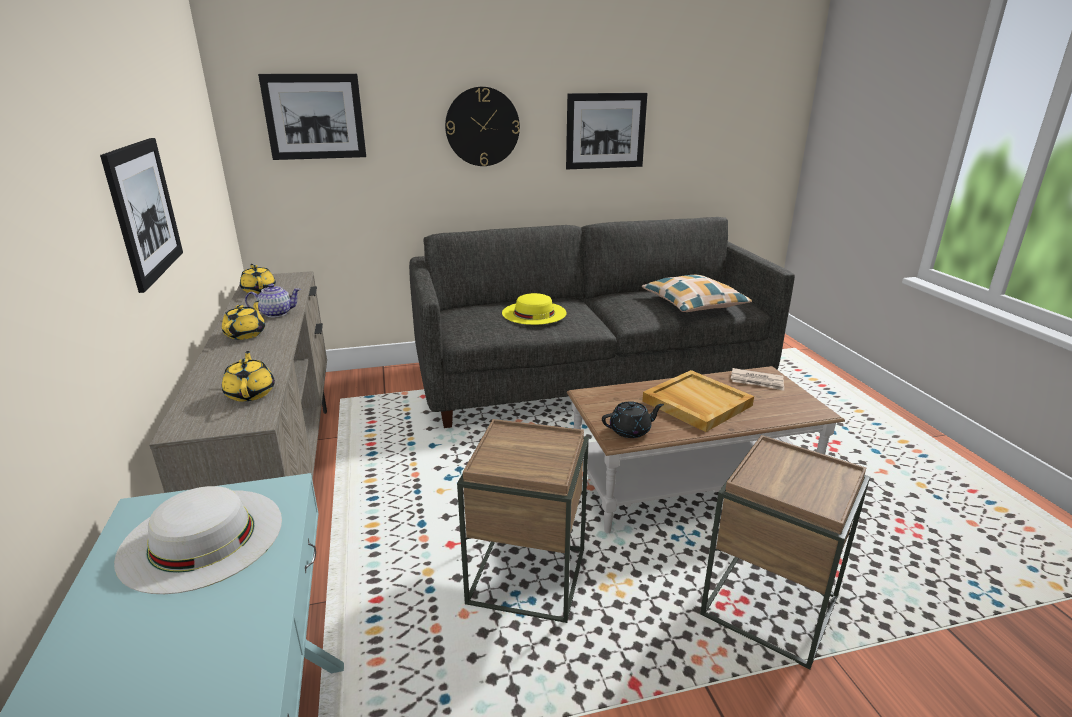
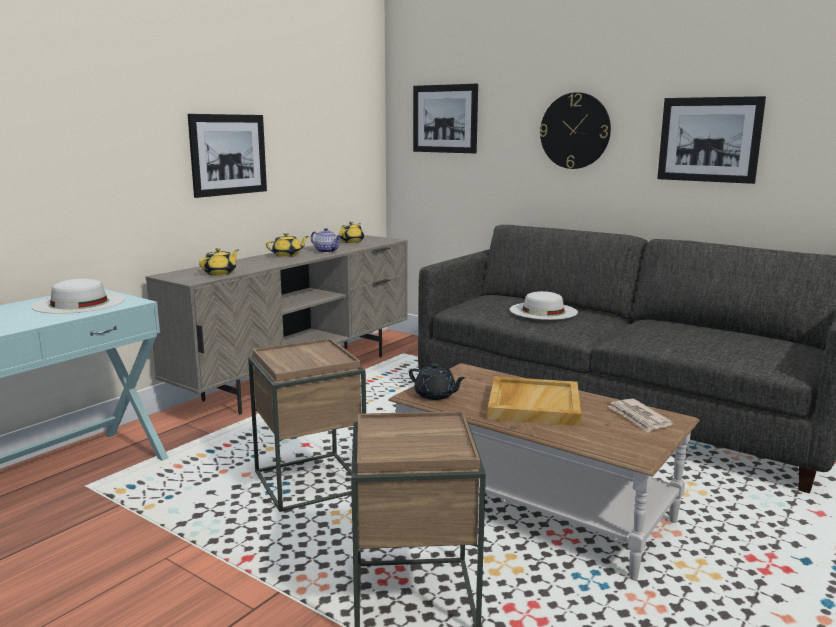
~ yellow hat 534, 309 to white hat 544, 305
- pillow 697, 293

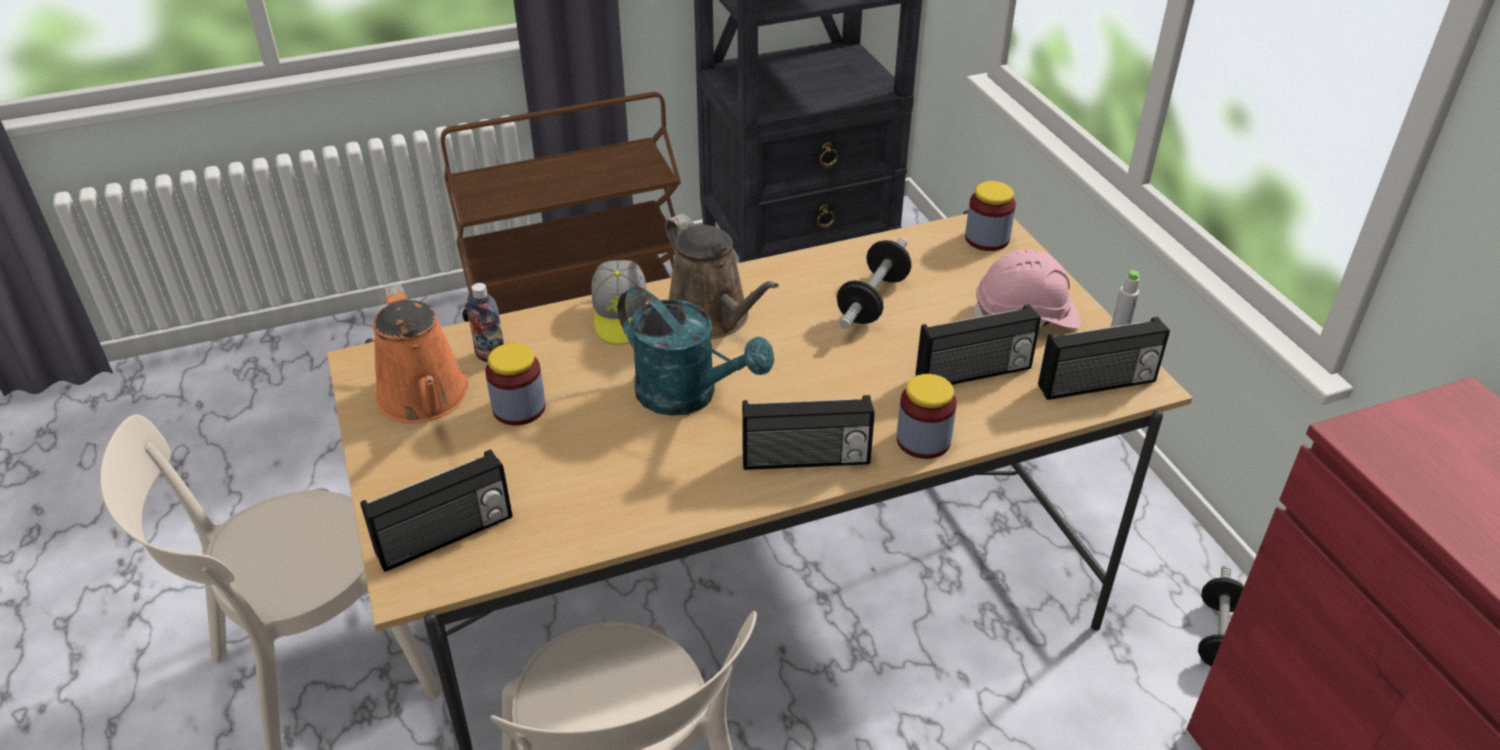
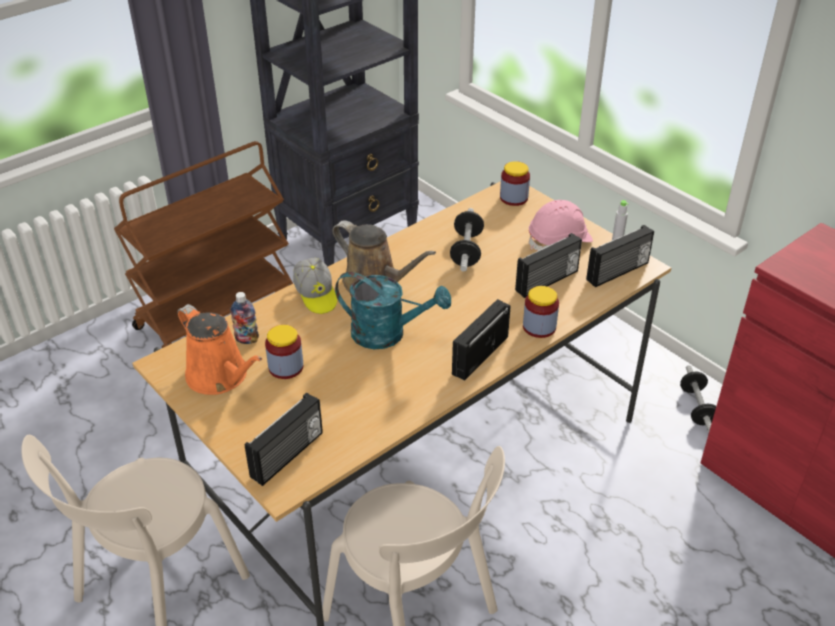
~ radio 808, 432 = 481, 340 150 degrees clockwise

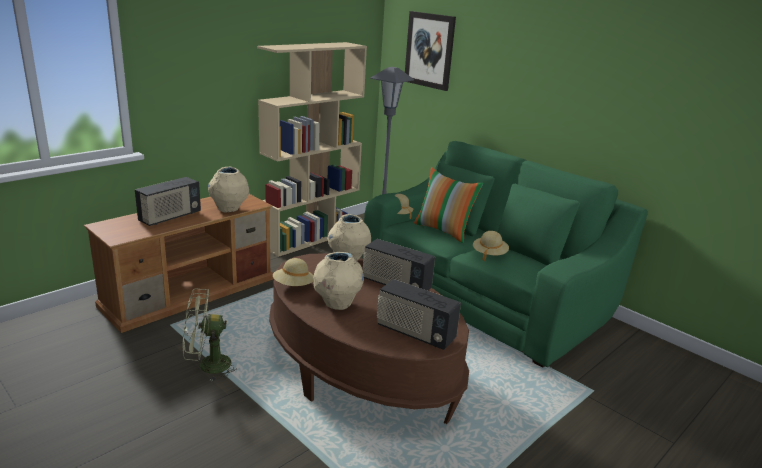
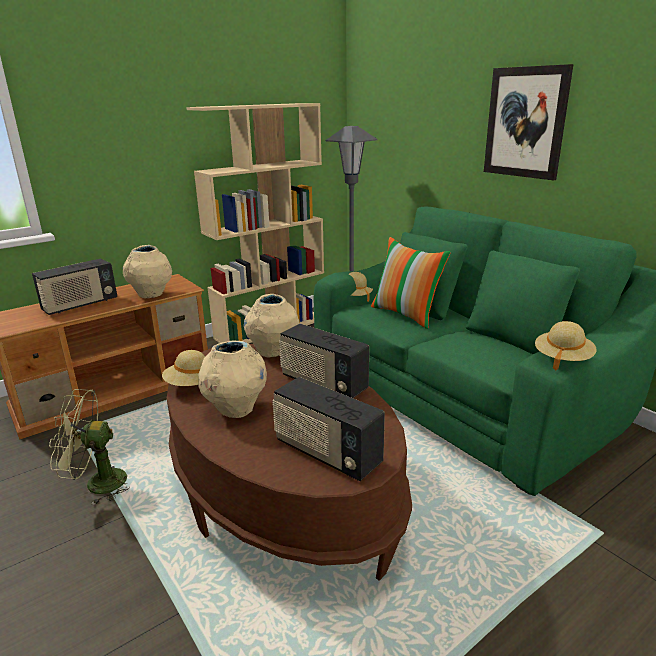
~ picture 430, 51 to 528, 122
~ beige hat 491, 246 to 566, 346

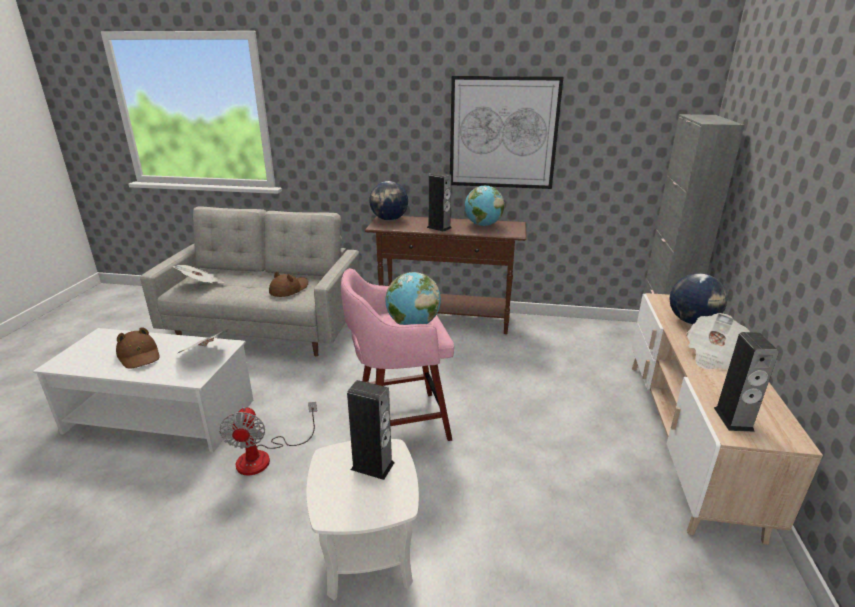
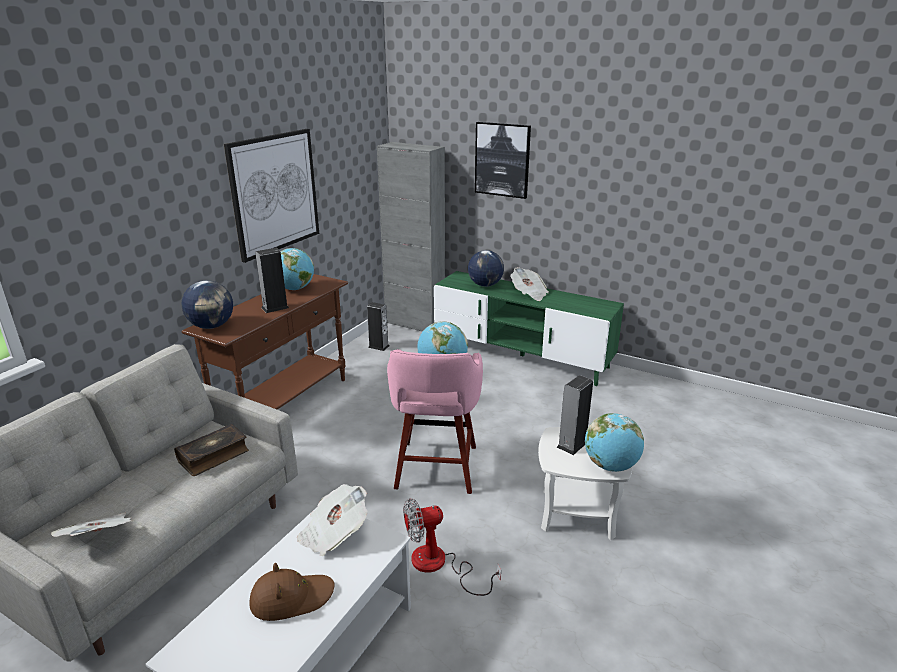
~ brown hat 288, 284 to book 211, 450
~ speaker 746, 382 to 378, 326
~ fan 268, 439 = 452, 547 150 degrees clockwise
~ beige tv stand 727, 419 to green tv stand 529, 328
+ picture 503, 160
+ globe 614, 442

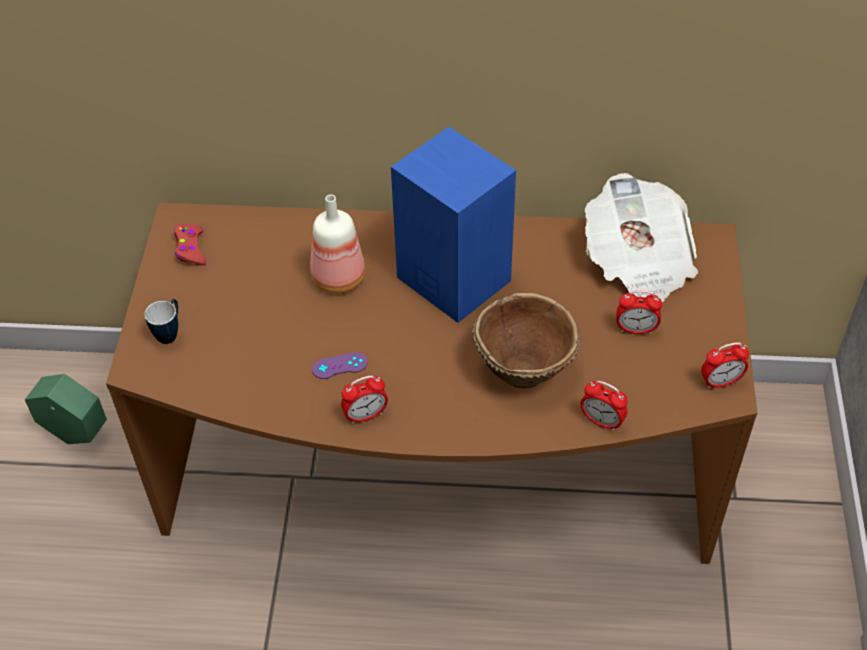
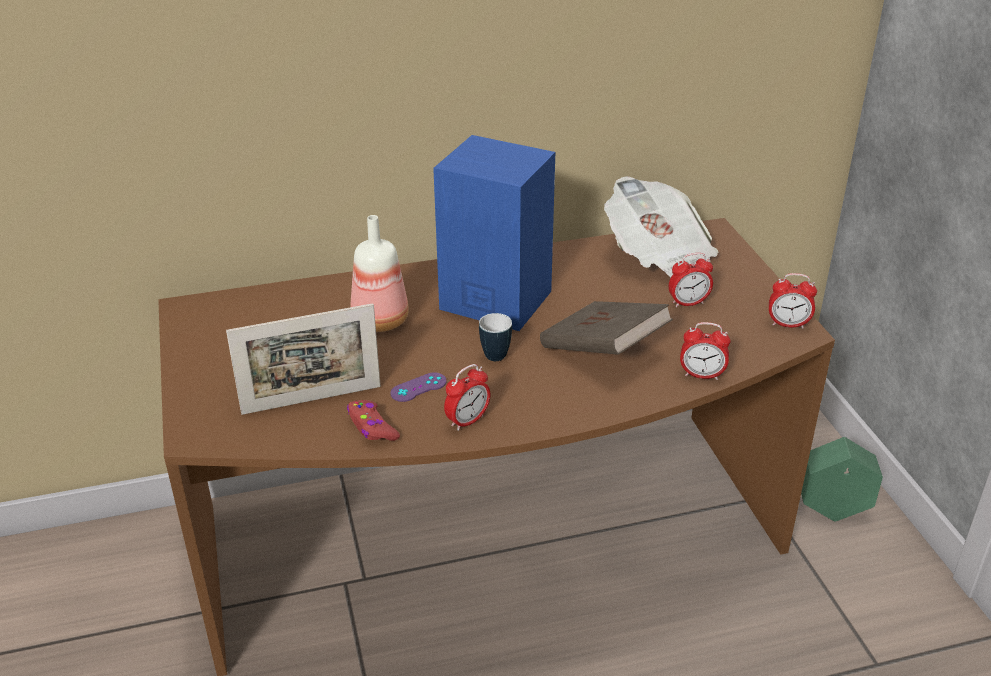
+ picture frame 303, 359
~ red game controller 190, 245 to 373, 420
~ mug 161, 321 to 495, 337
~ brown bowl 526, 341 to brown book 606, 328
~ alarm clock 725, 365 = 793, 300 45 degrees clockwise
~ green planter 66, 409 to 842, 479

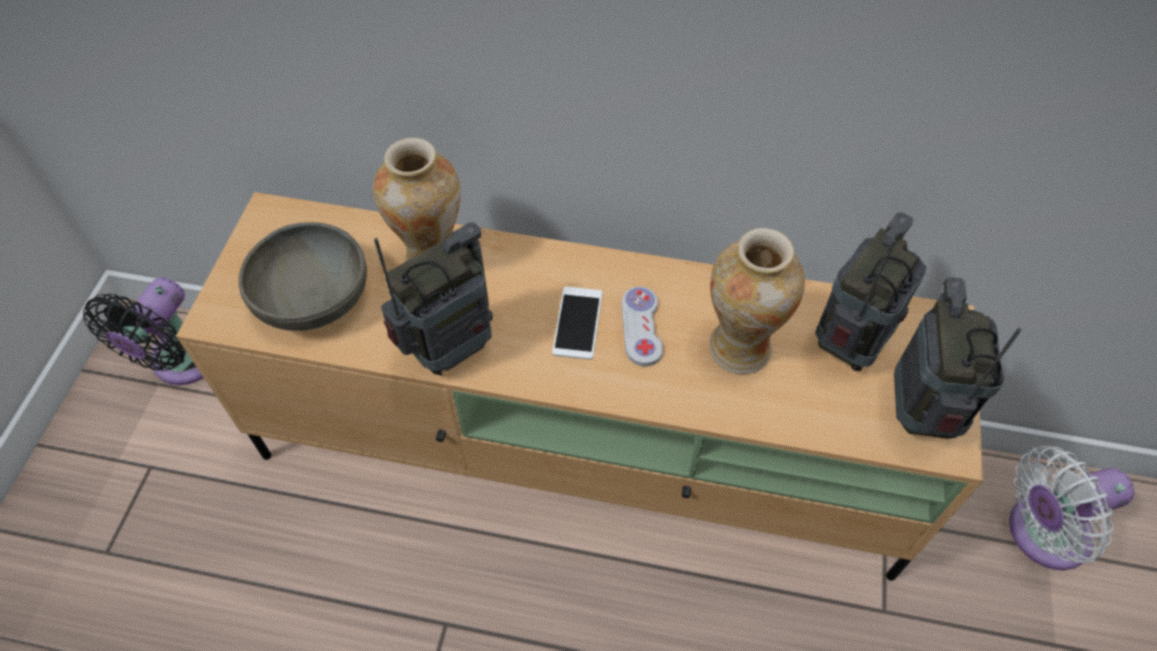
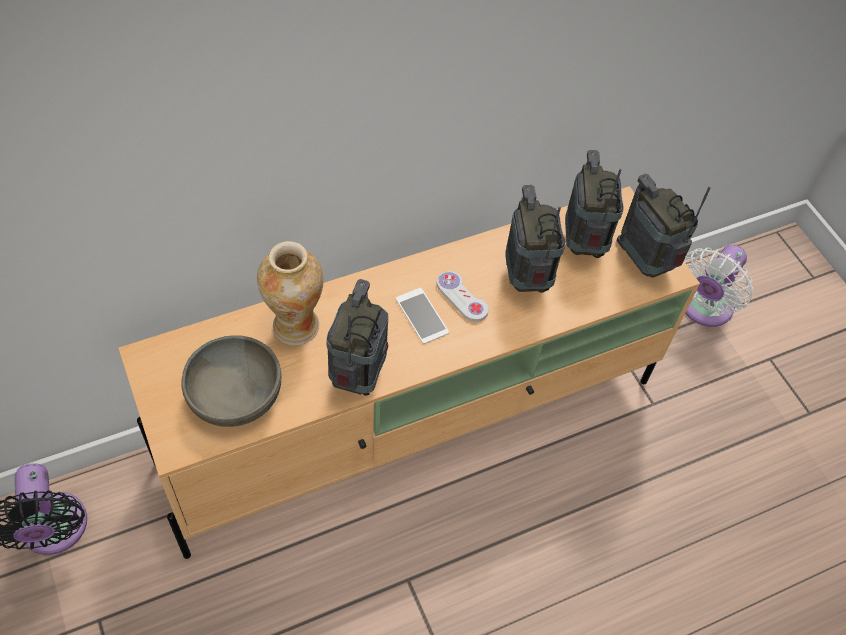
~ vase 757, 301 to radio 535, 239

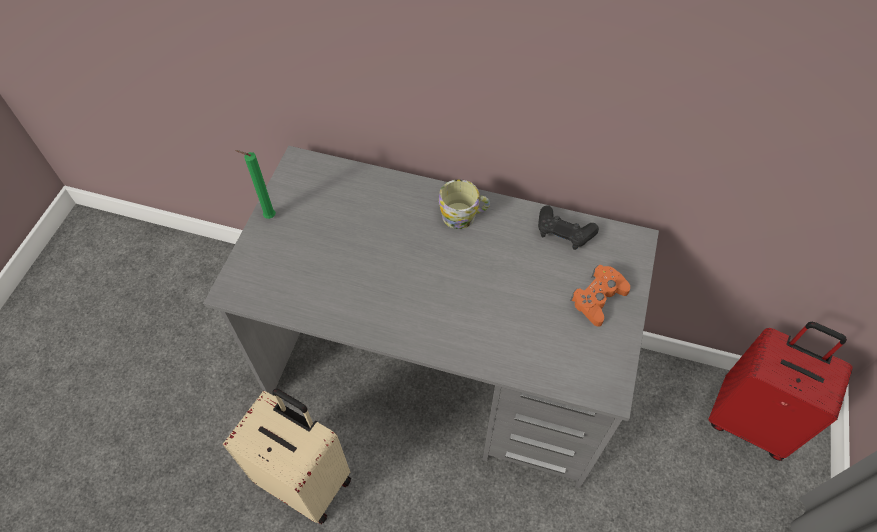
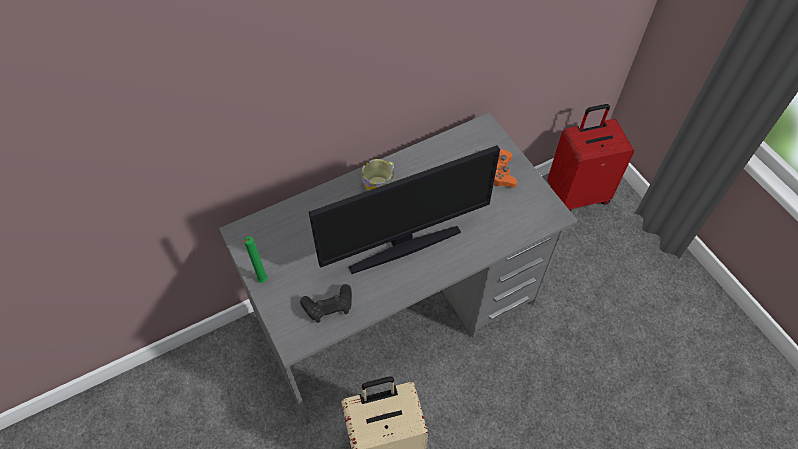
~ black game controller 568, 227 to 326, 303
+ monitor 404, 209

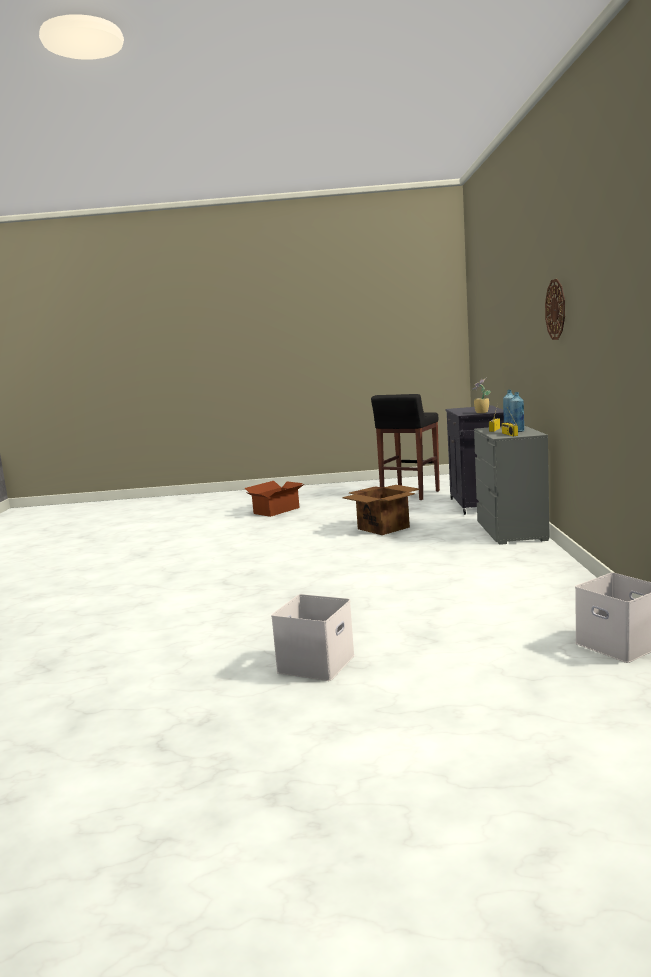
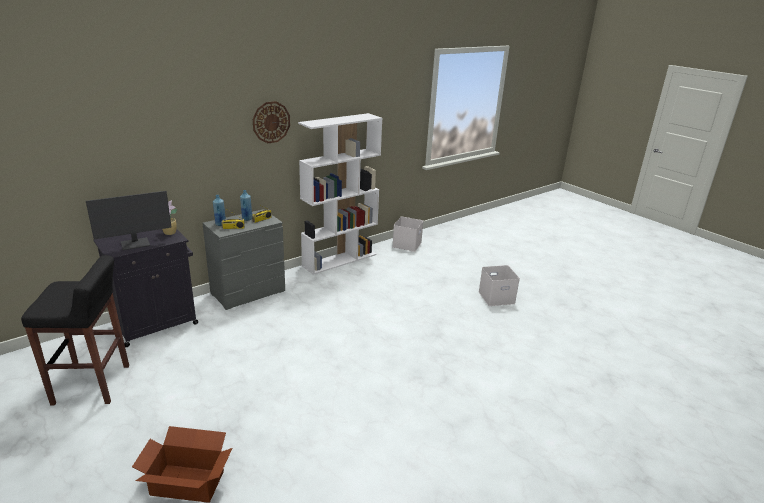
+ monitor 129, 220
+ white bookcase 340, 194
- cardboard box 381, 510

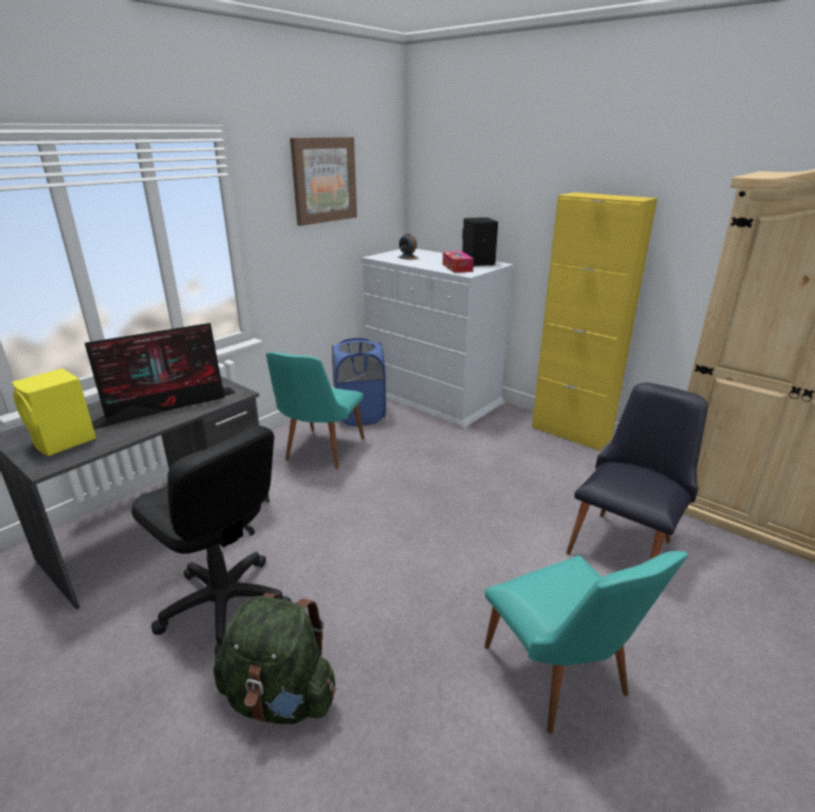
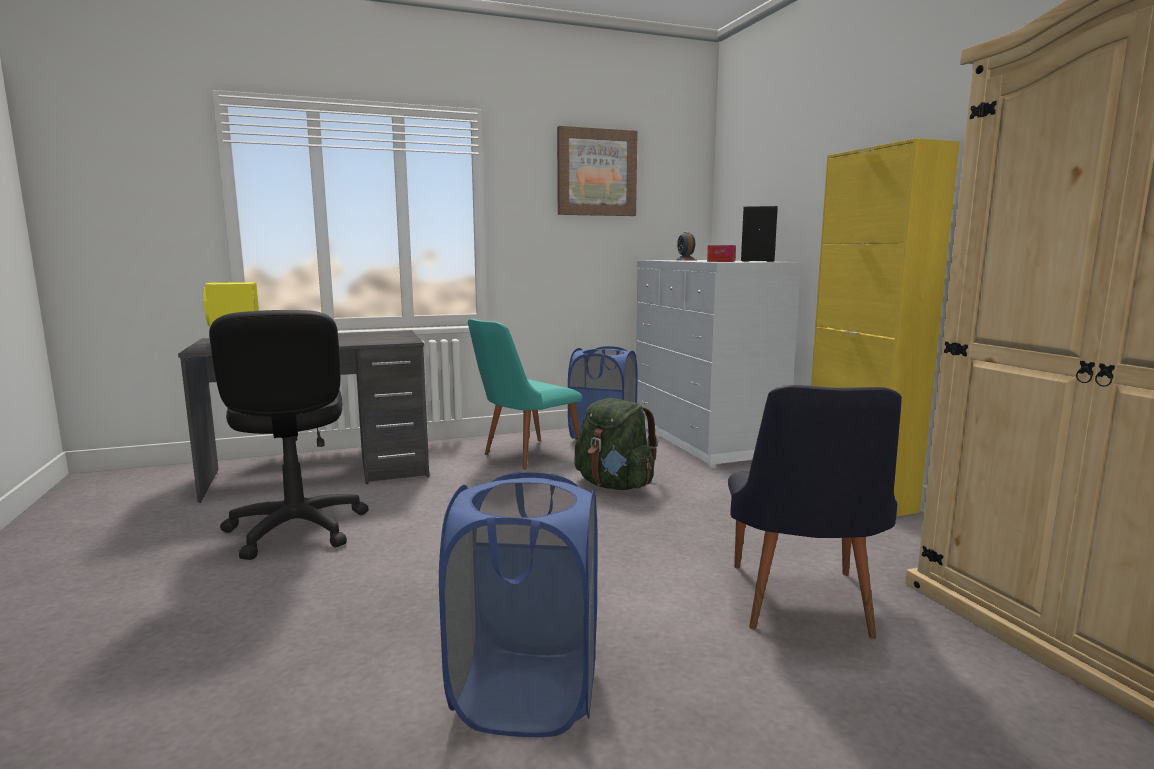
~ turquoise chair 586, 642 to blue laundry basket 518, 604
~ green backpack 275, 658 to 616, 444
~ black chair 637, 471 = 815, 512 120 degrees clockwise
- monitor 160, 376

